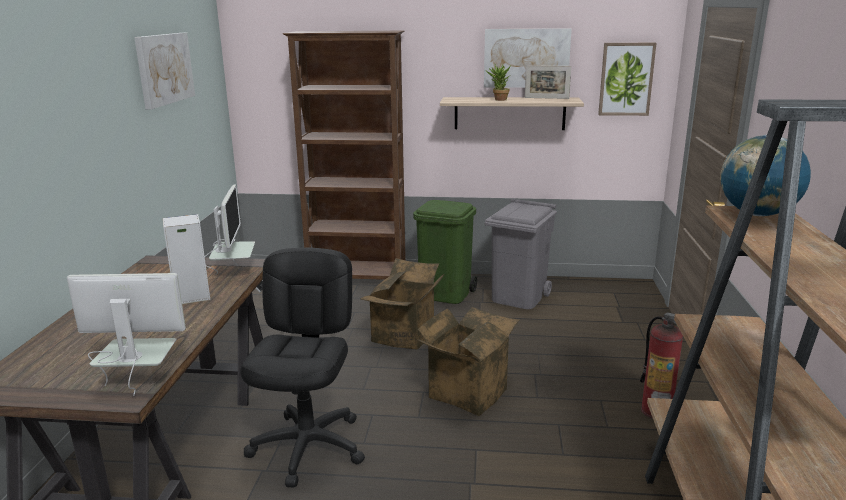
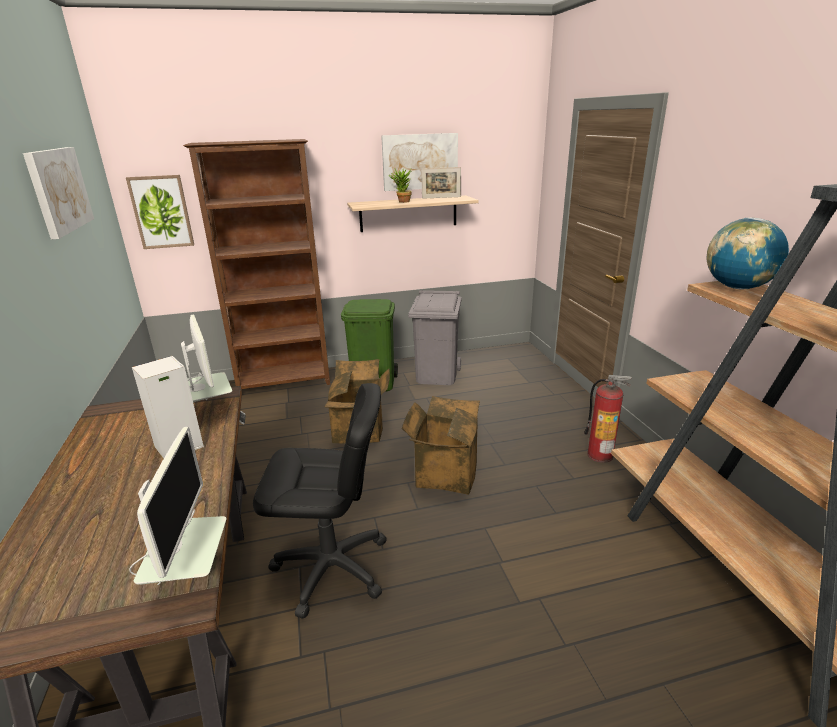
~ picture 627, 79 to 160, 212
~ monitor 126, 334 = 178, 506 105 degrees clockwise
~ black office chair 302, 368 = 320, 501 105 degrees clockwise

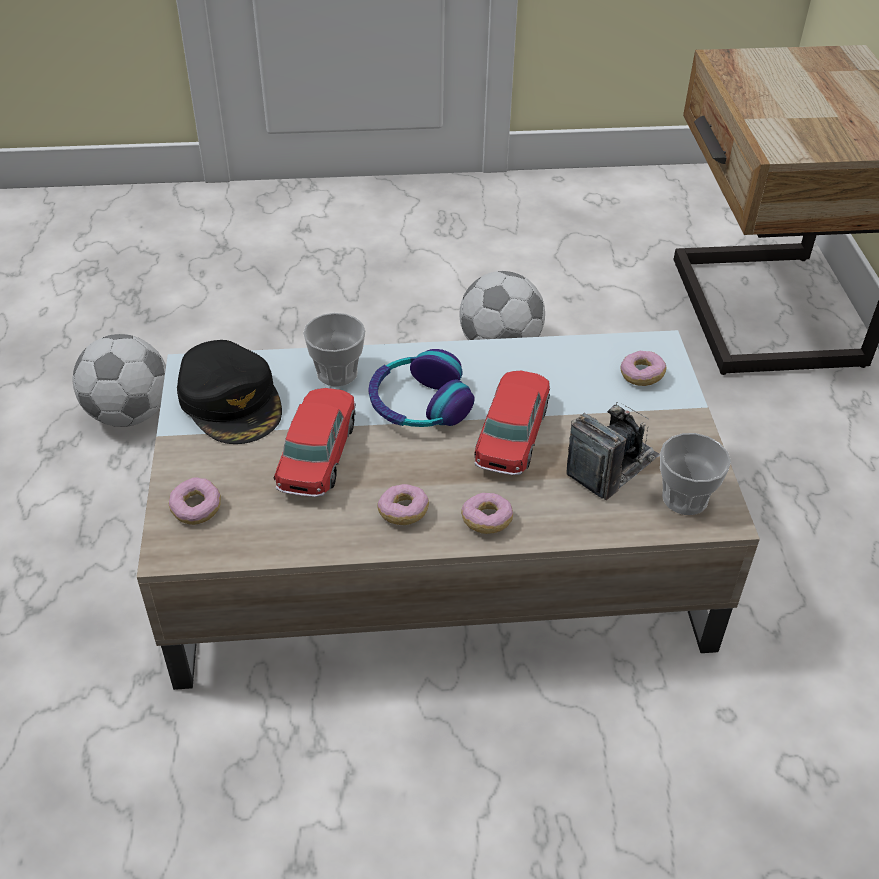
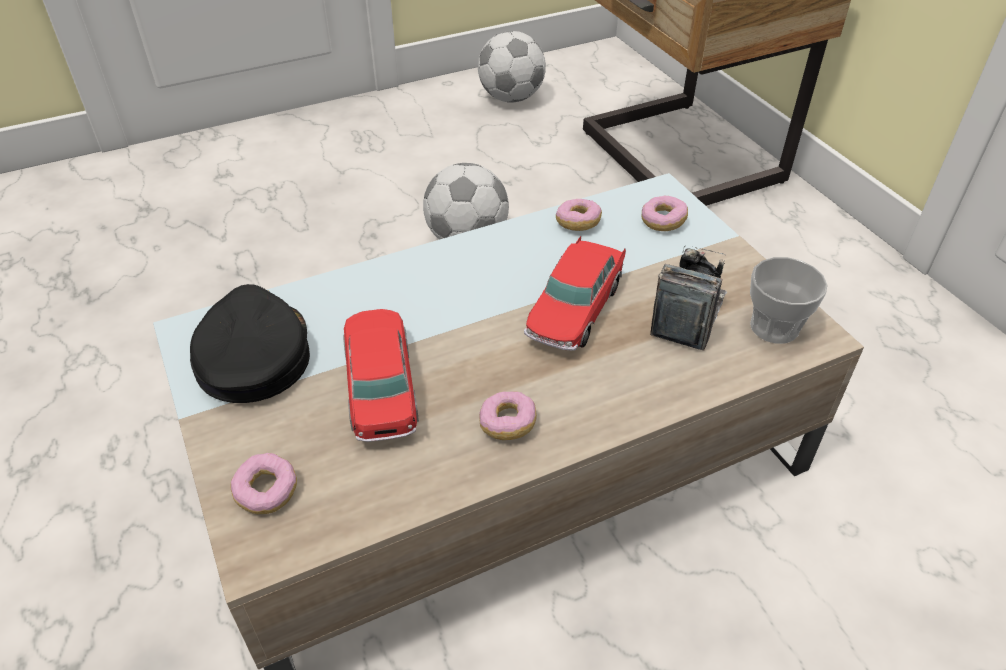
~ black cap 229, 392 = 250, 343 135 degrees counterclockwise
~ football 119, 380 to 512, 67
~ toy car 512, 423 = 575, 293 150 degrees counterclockwise
~ donut 487, 513 to 579, 215
- cup 334, 349
- headphones 421, 388

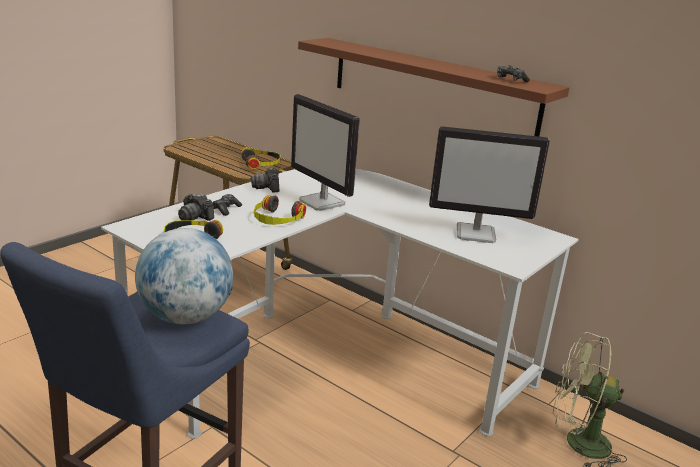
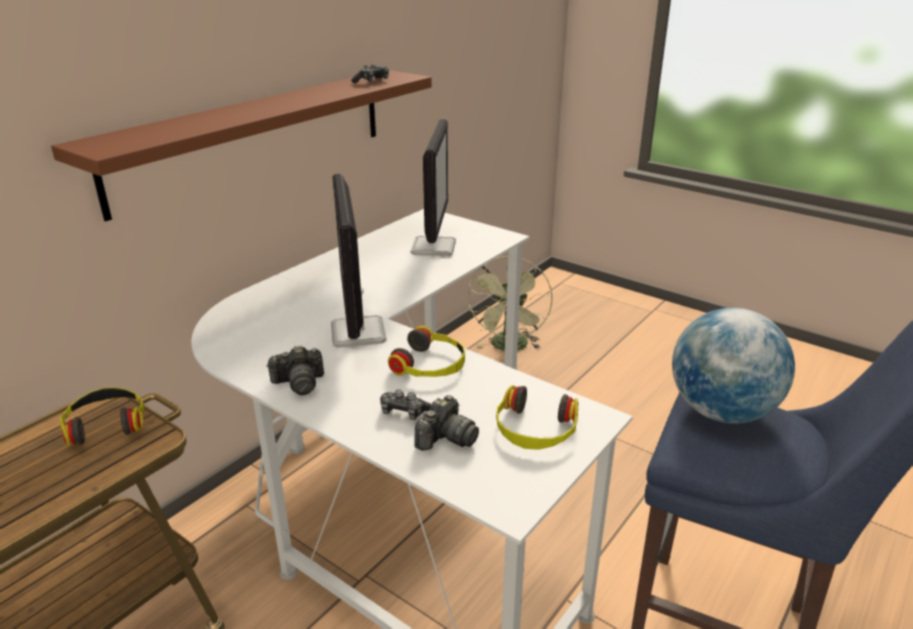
~ monitor 325, 152 = 358, 261 120 degrees clockwise

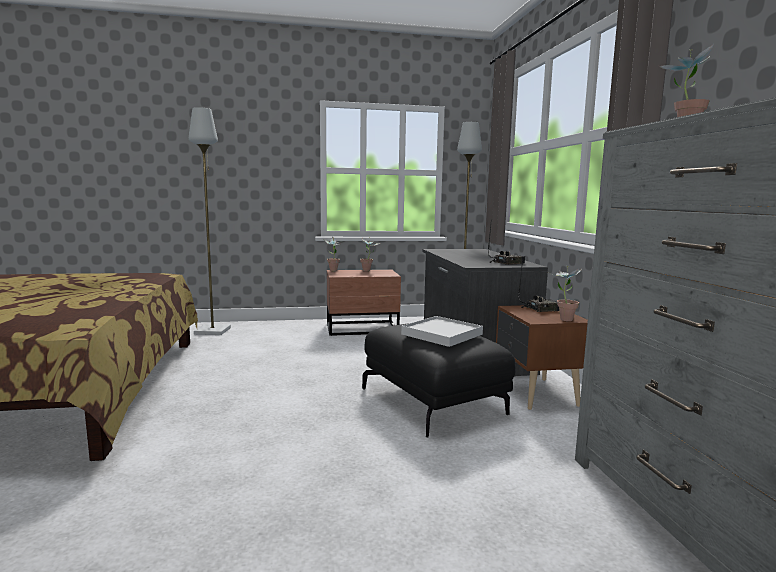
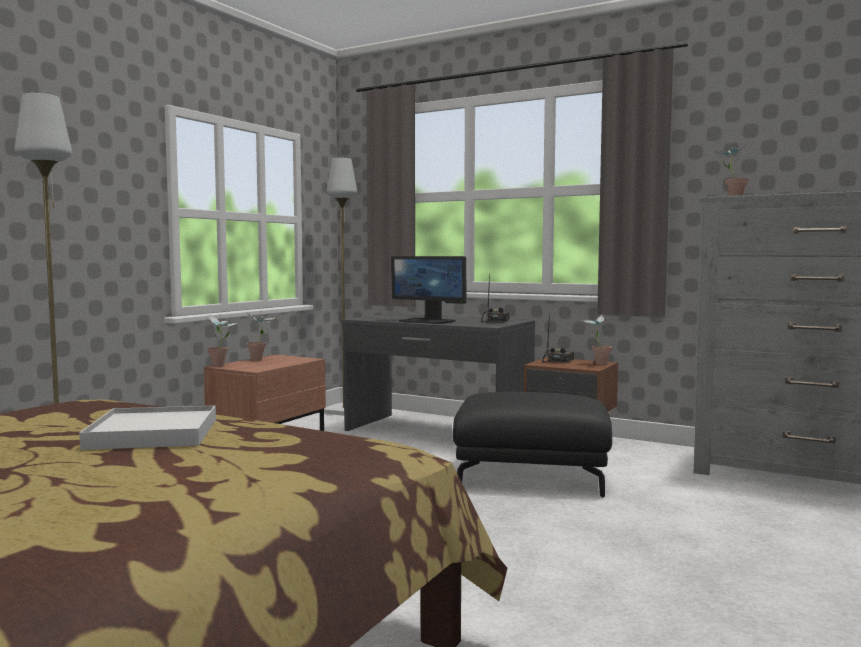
~ white tray 442, 331 to 147, 427
+ monitor 429, 290

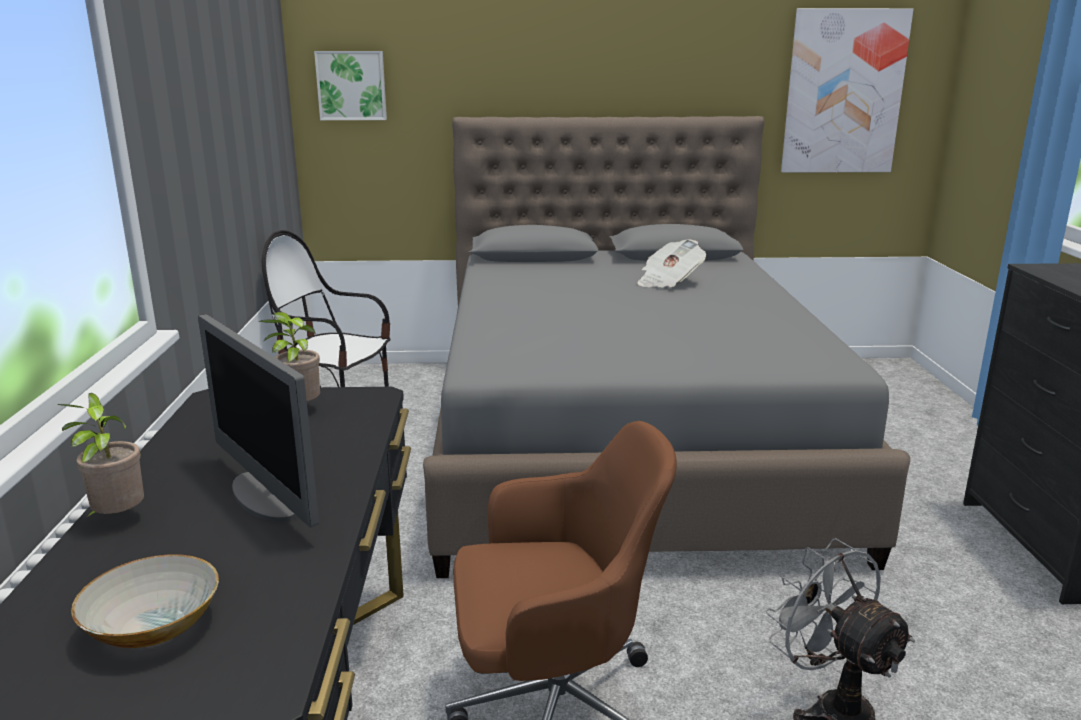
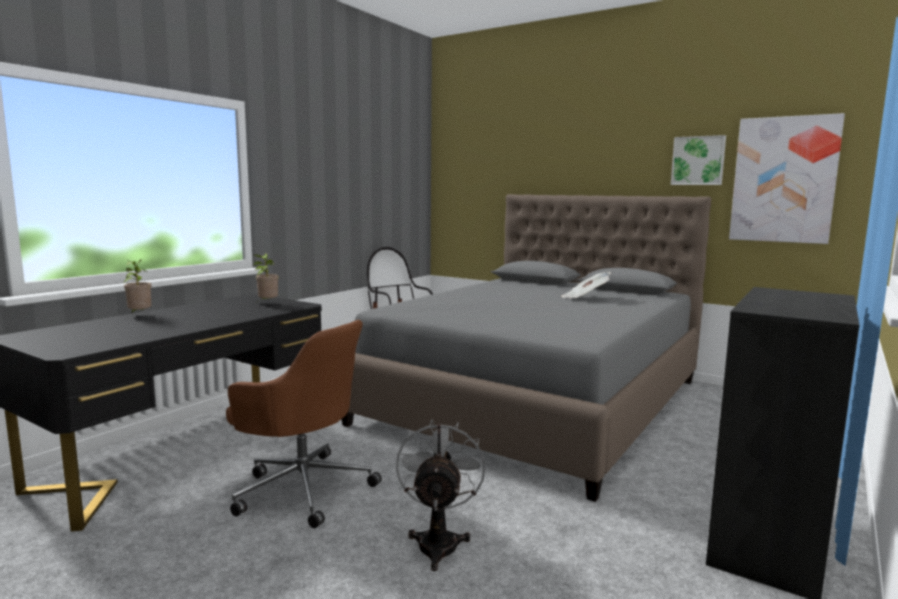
~ picture 350, 85 to 698, 160
- bowl 145, 601
- monitor 258, 421

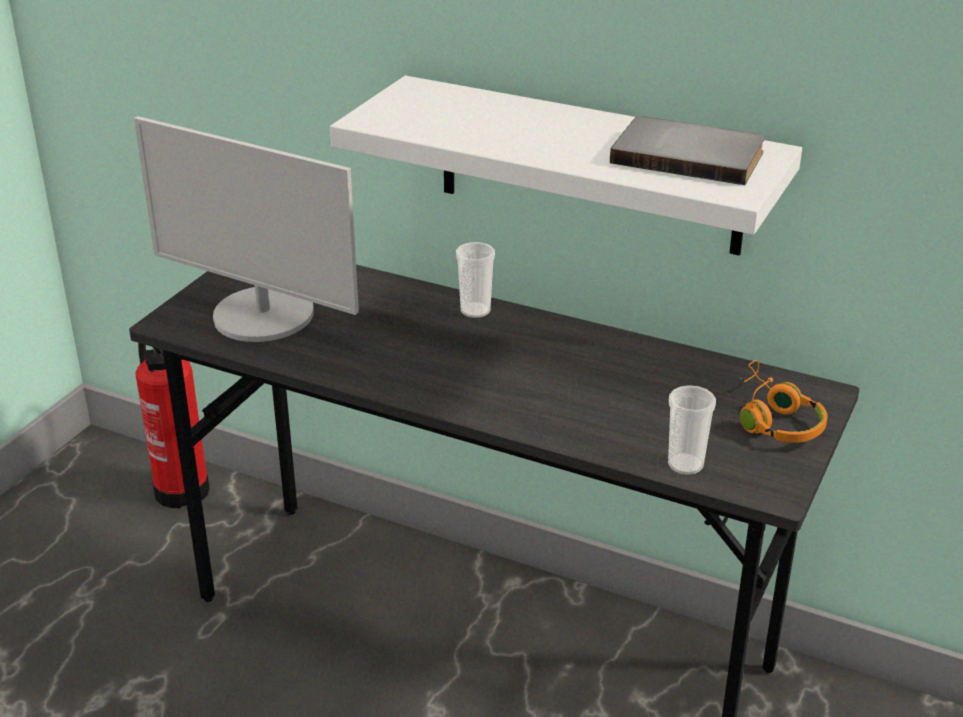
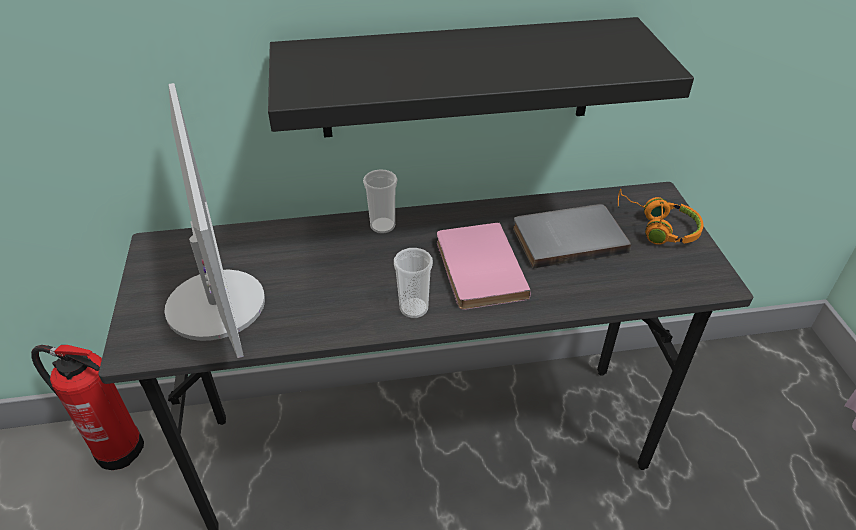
~ monitor 246, 229 = 215, 220 105 degrees counterclockwise
~ white shelf 566, 166 to black shelf 481, 77
~ cup 692, 430 to 413, 283
+ pink book 484, 266
~ grey book 687, 150 to 572, 236

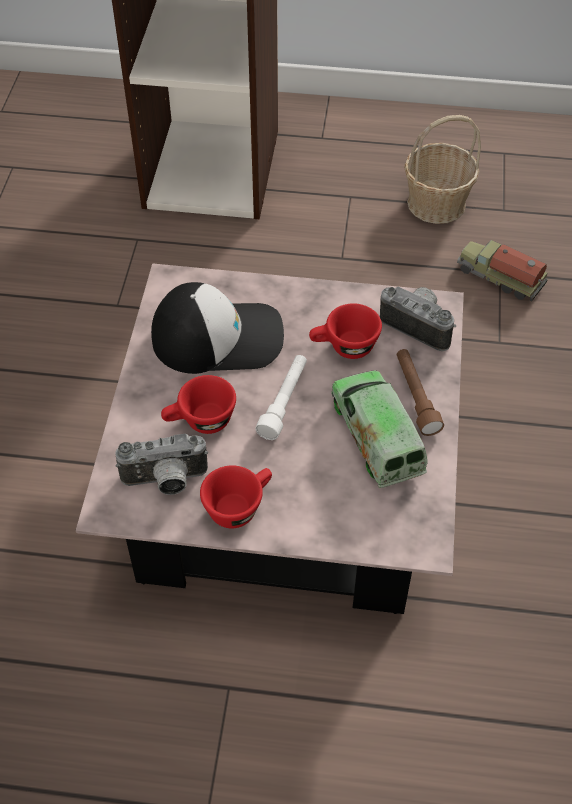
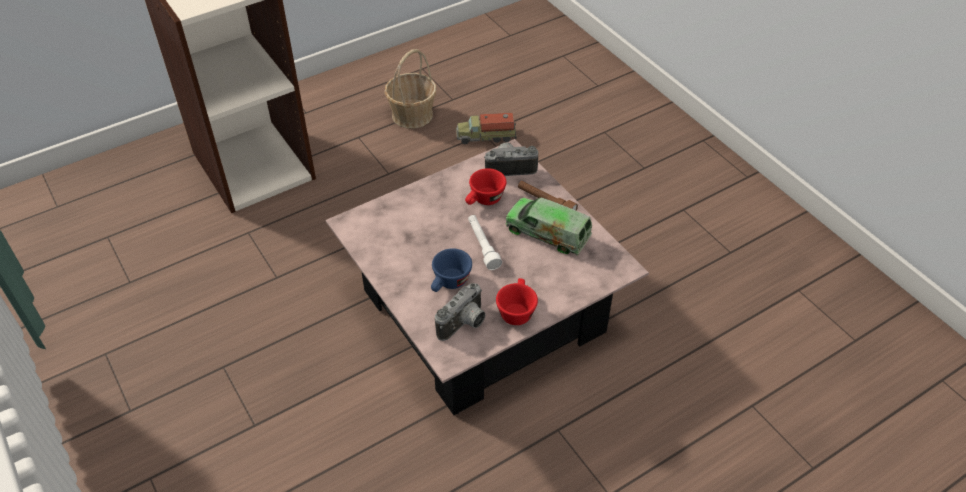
~ red cup 198, 404 to blue cup 451, 270
- cap 217, 328

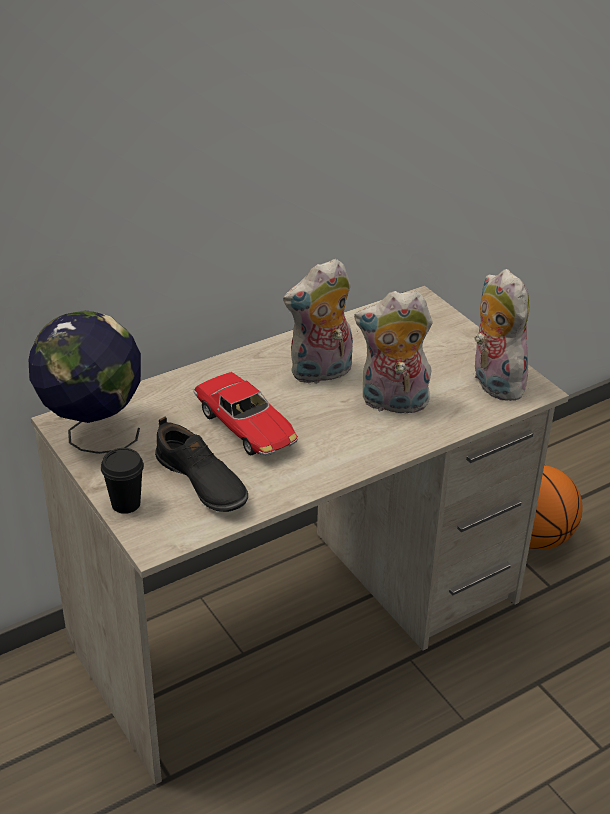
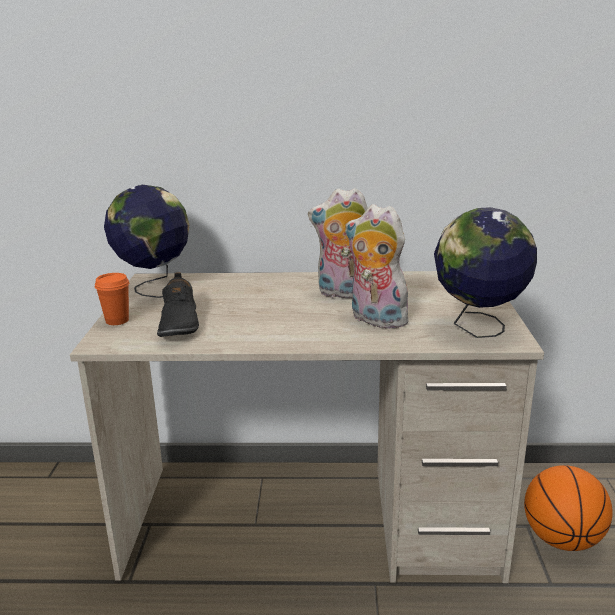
~ black cup 122, 481 to orange cup 112, 299
~ plush toy 502, 335 to globe 485, 272
- toy car 245, 414

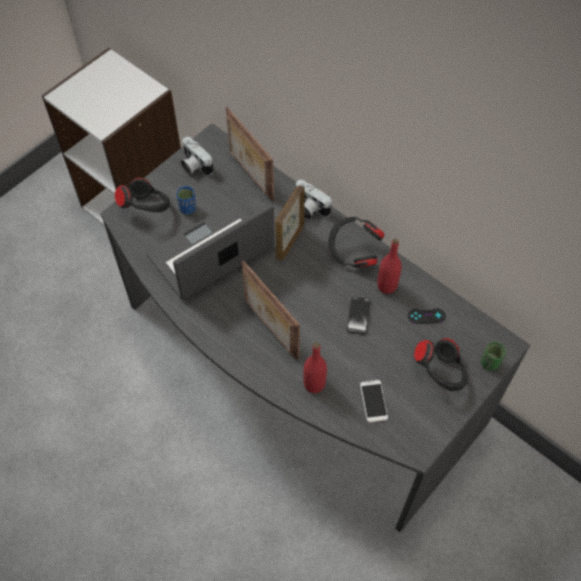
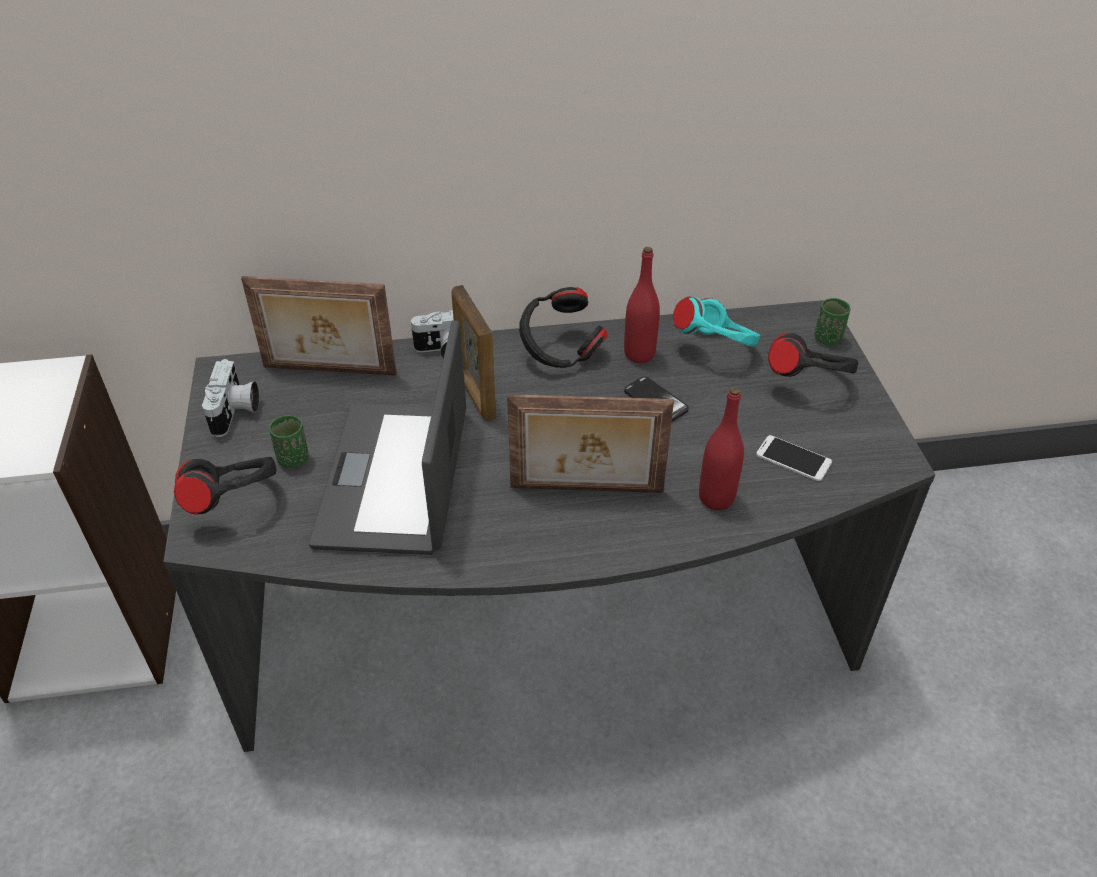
~ photo camera 197, 156 = 230, 398 90 degrees counterclockwise
~ blue cup 186, 200 to green cup 289, 441
~ black game controller 427, 316 to turquoise headphones 717, 321

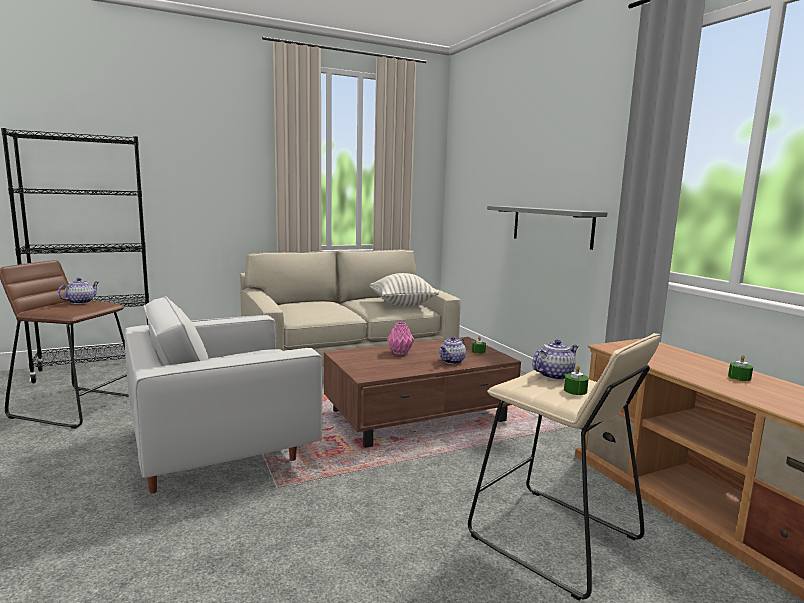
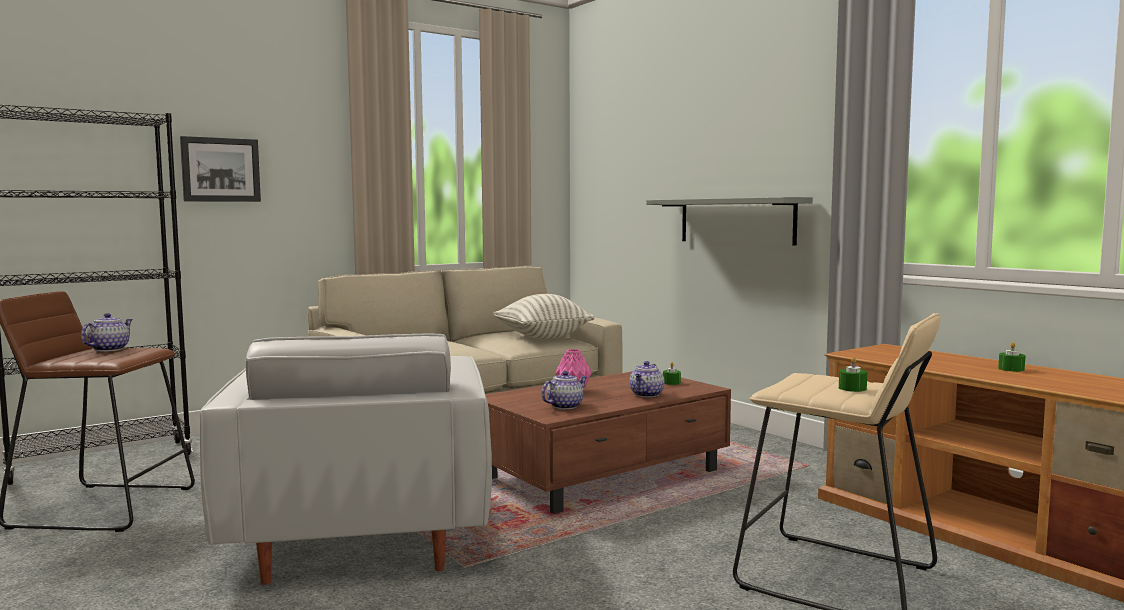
+ picture 220, 169
~ white armchair 223, 395 = 346, 459 60 degrees counterclockwise
~ teapot 555, 359 to 564, 390

